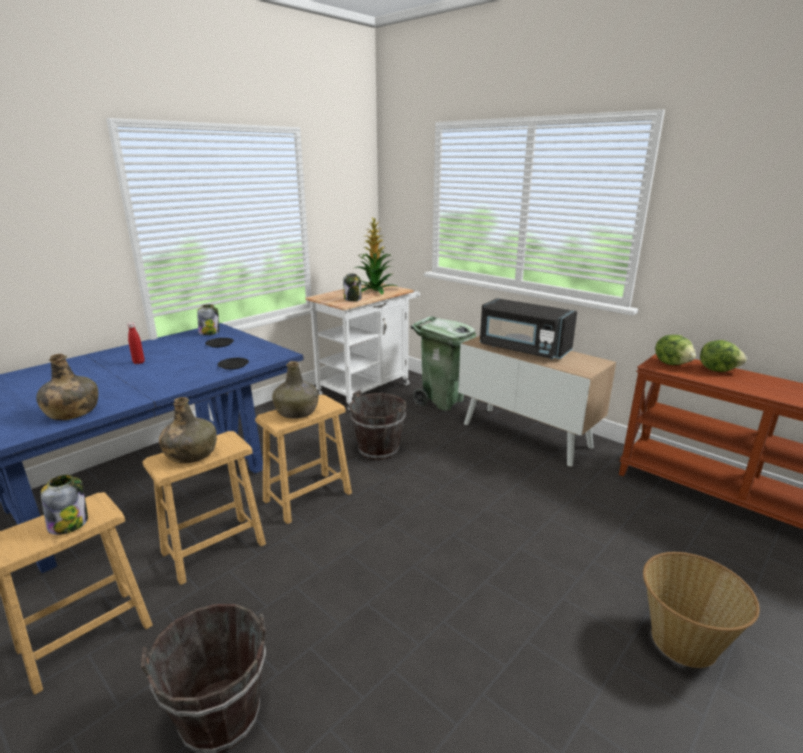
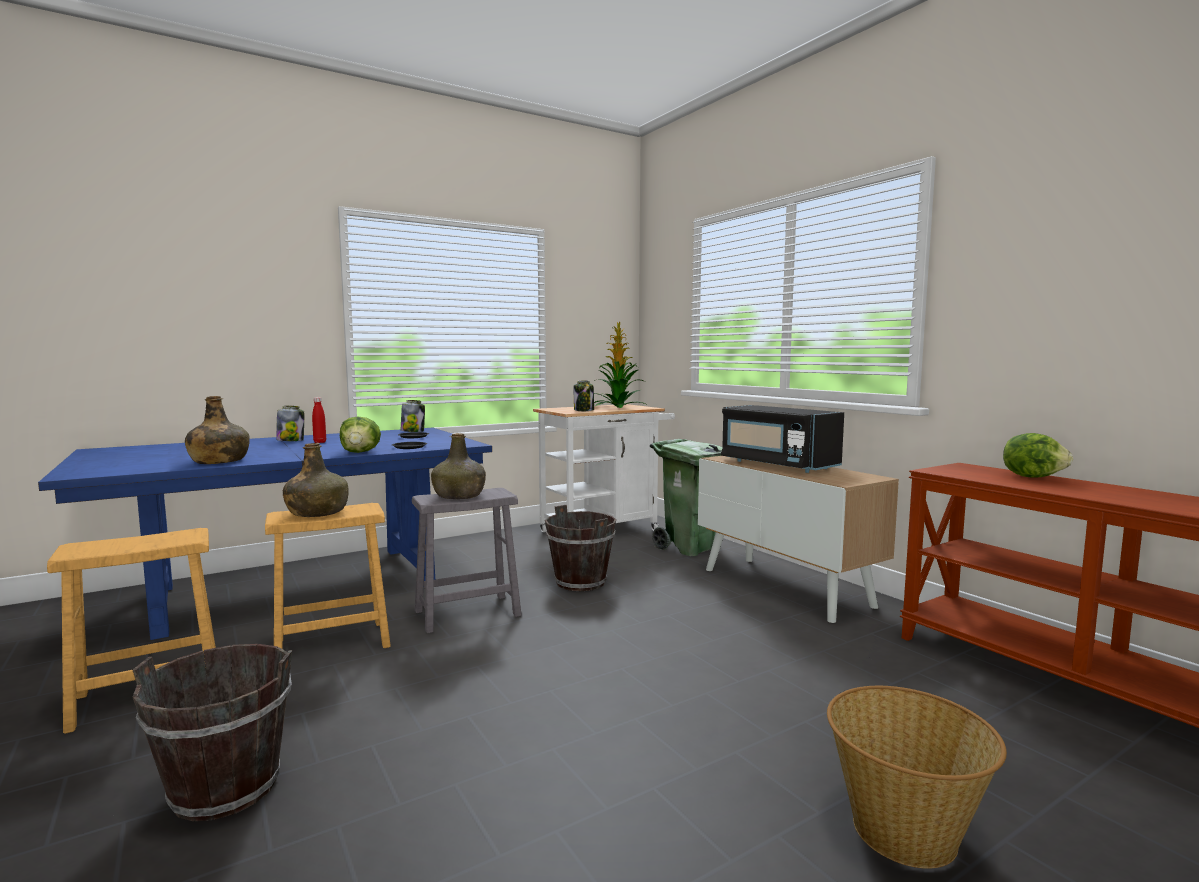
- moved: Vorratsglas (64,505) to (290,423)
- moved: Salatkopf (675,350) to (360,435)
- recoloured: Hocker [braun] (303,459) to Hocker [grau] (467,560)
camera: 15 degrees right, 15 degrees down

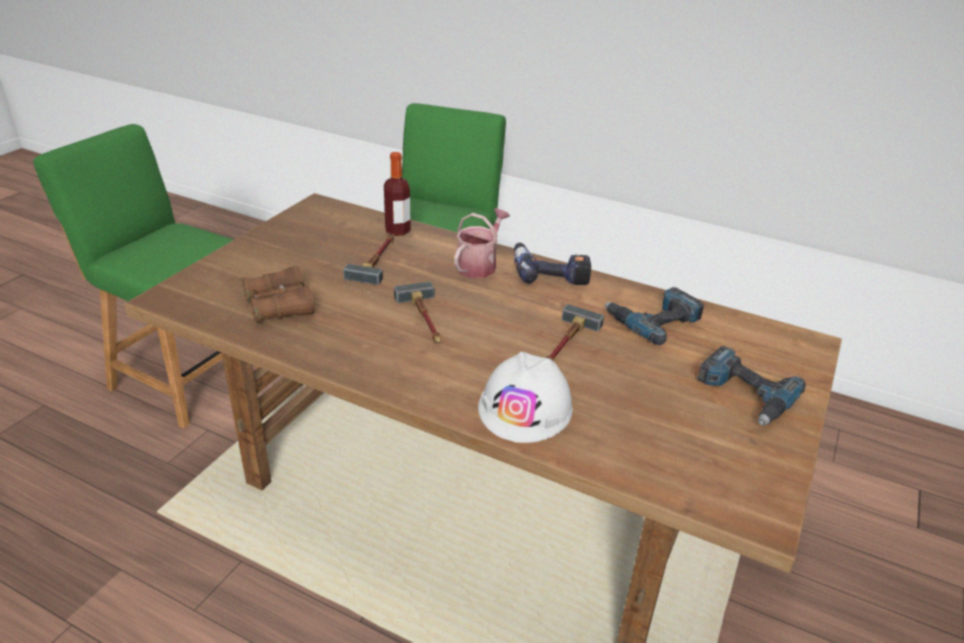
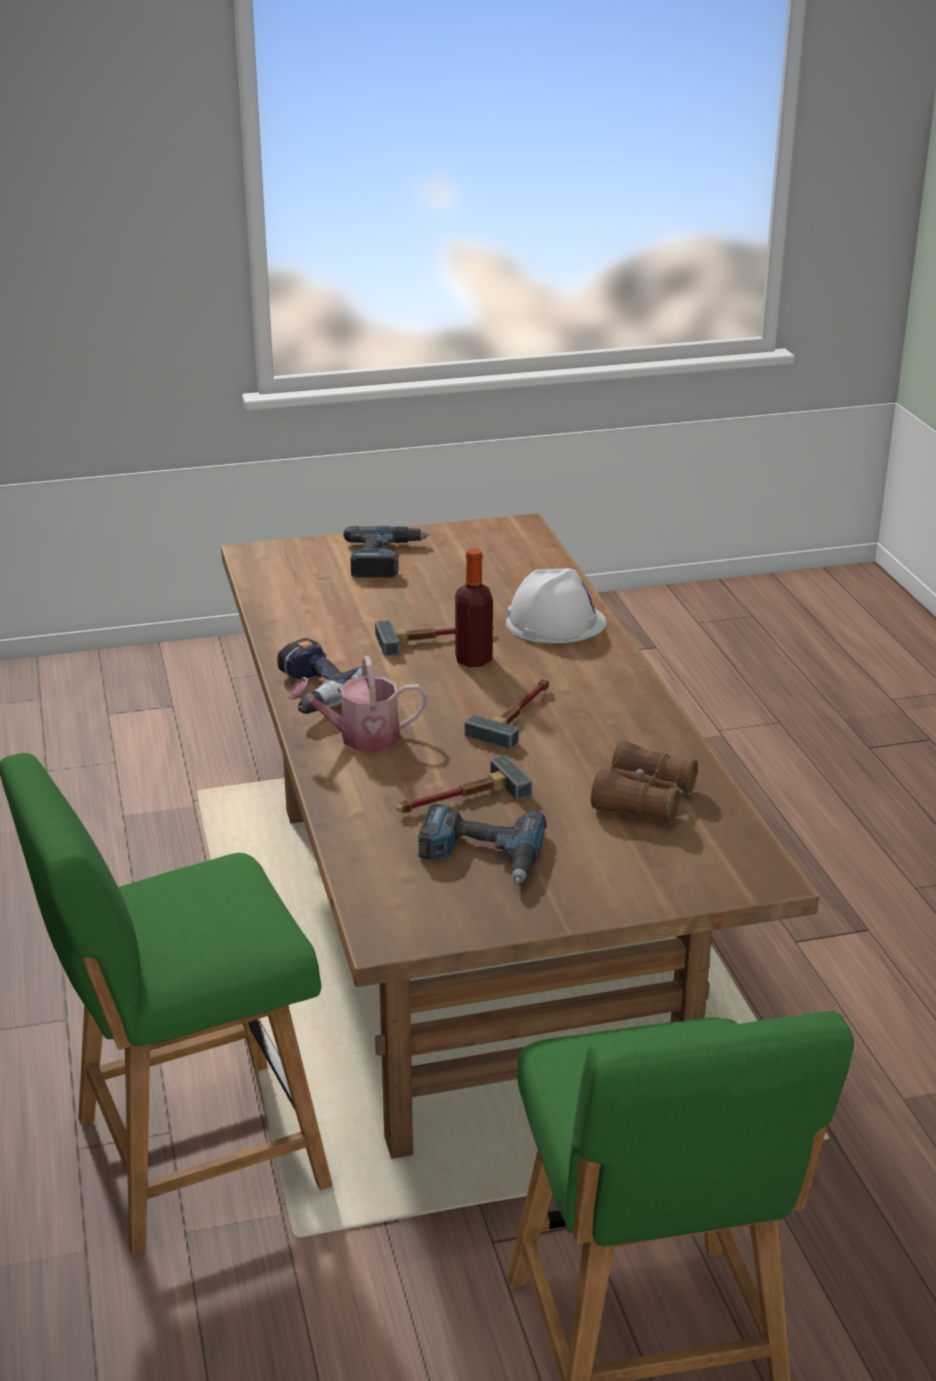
- moved: Flasche (397,194) to (474,607)
- moved: Bohrmaschine (654,316) to (482,843)
camera: 130 degrees left, 5 degrees down

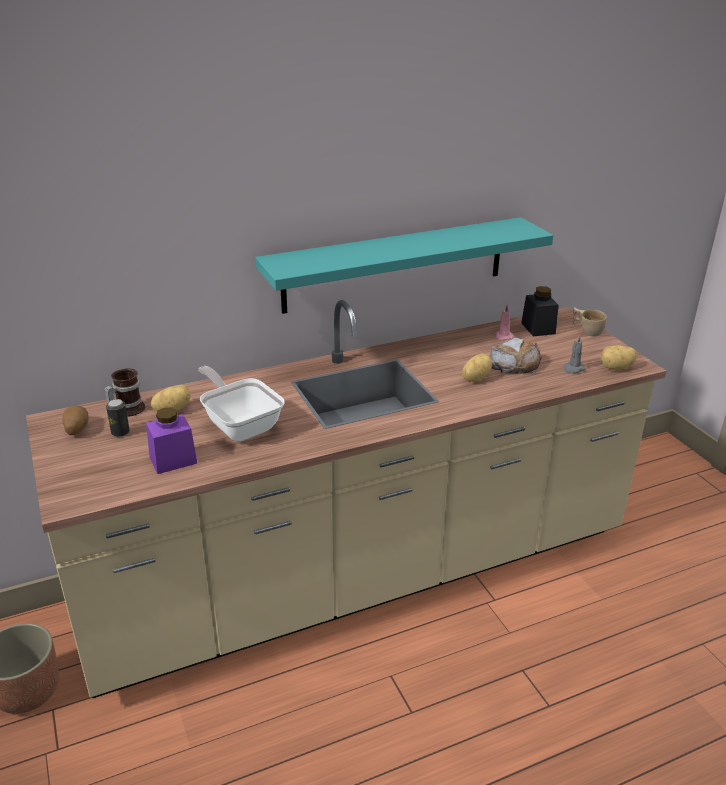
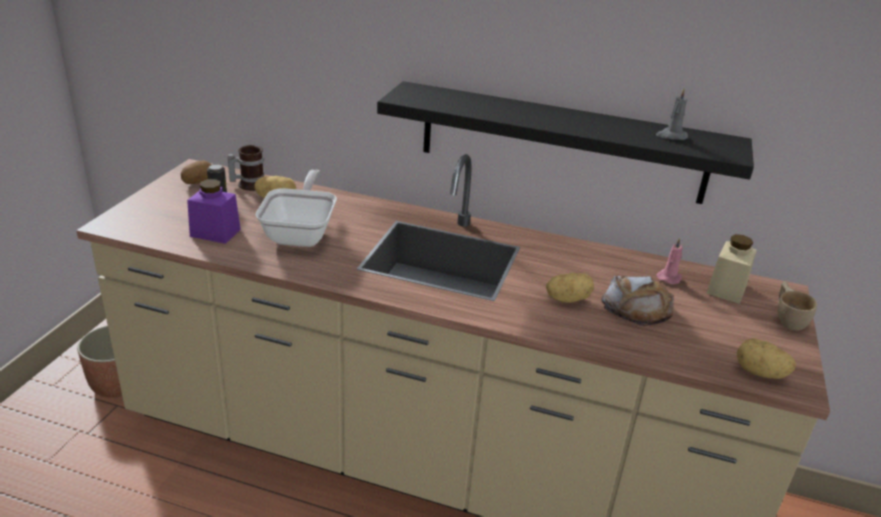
- moved: Kerze [grau] (575,354) to (672,114)
- recoloured: Wandregal [türkis] (404,265) to Wandregal [schwarz] (565,142)
- recoloured: Vorratsglas [schwarz] (540,311) to Vorratsglas [beige] (731,269)
camera: 40 degrees right, 0 degrees up

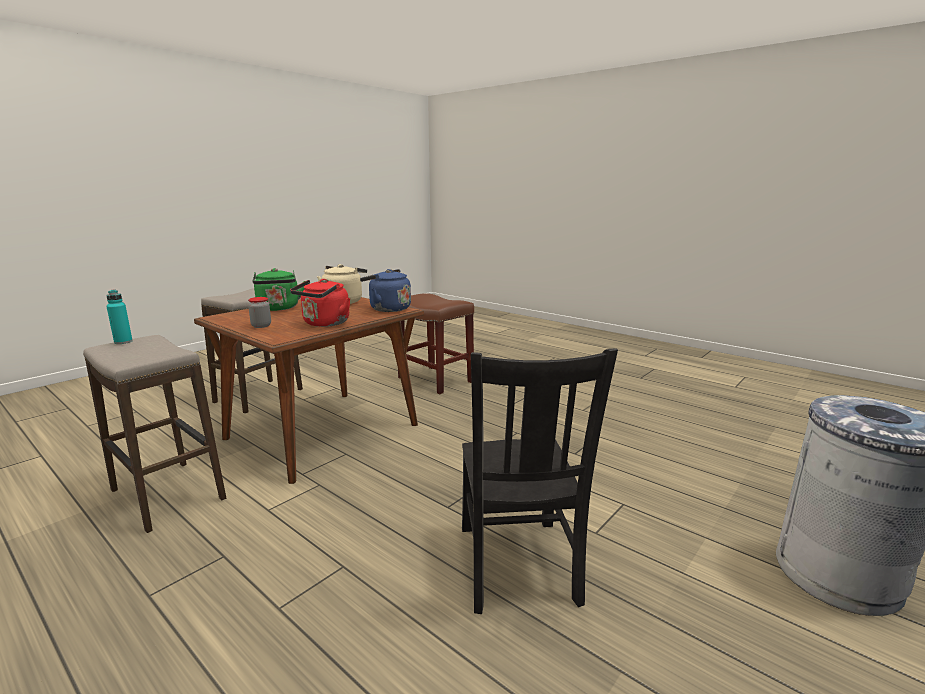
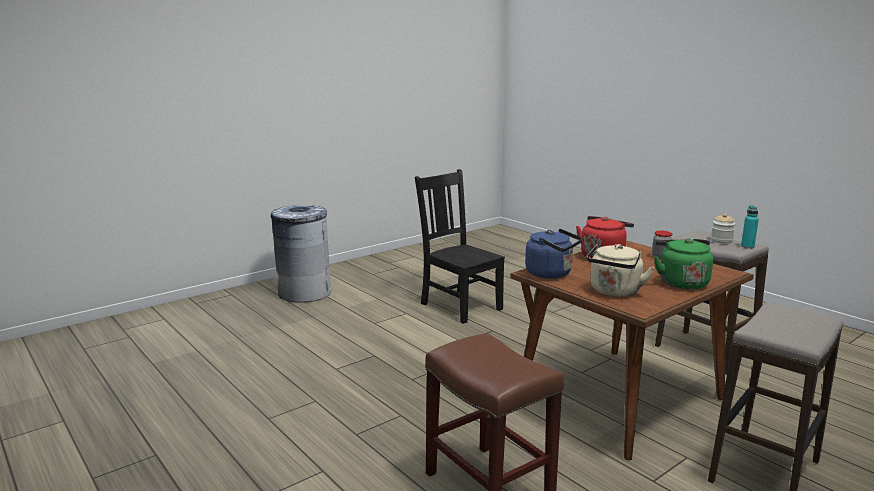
- added: Vorratsglas (723,228)
- turned: Stuhl [schwarz] (540,481) = (460,246) 45 degrees counterclockwise
camera: 170 degrees left, 0 degrees up

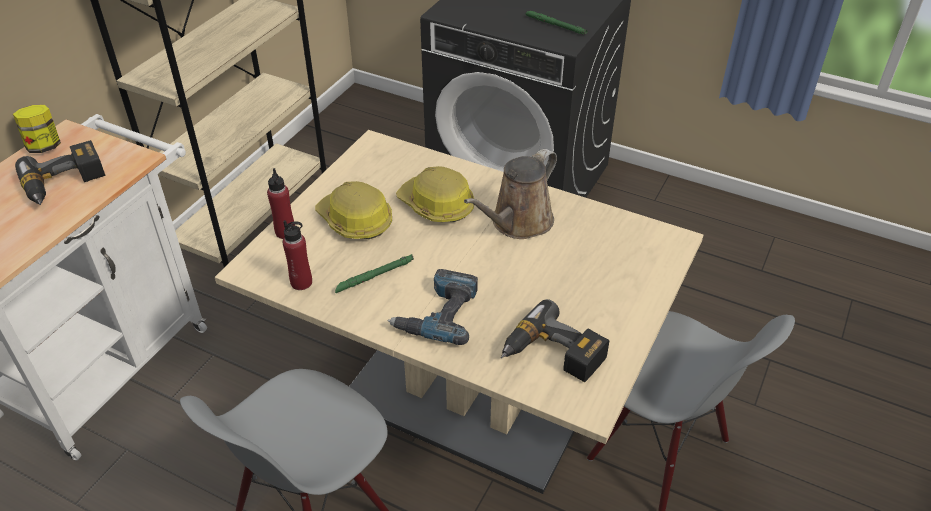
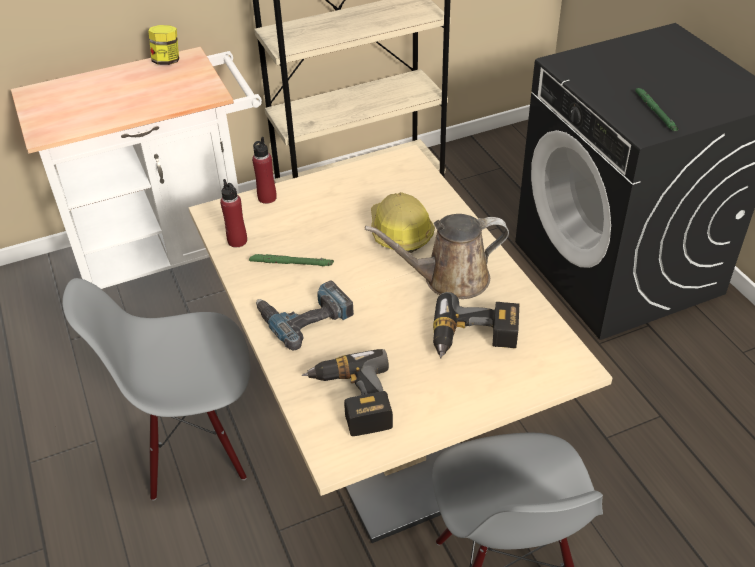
- removed: Schutzhelm (353,210)
- moved: Bohrmaschine (60,172) to (476,325)
camera: 40 degrees right, 0 degrees up

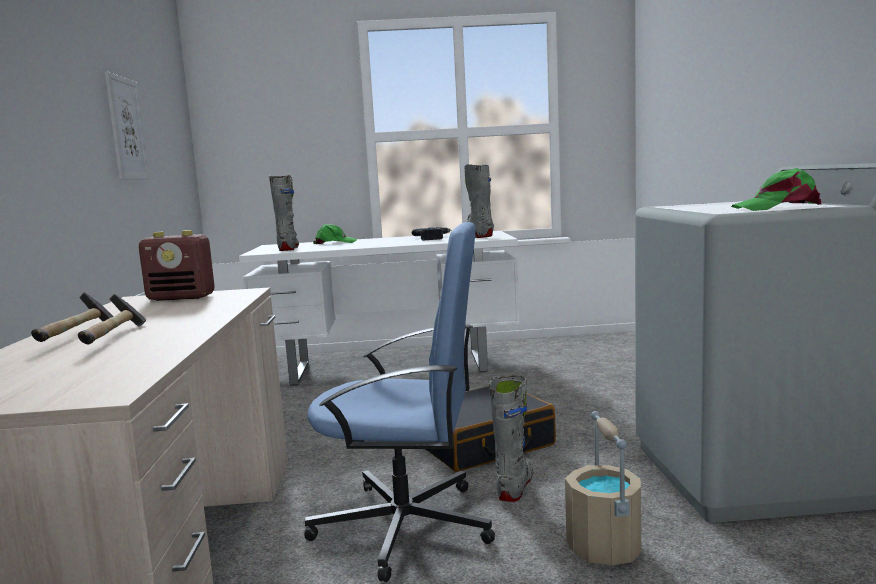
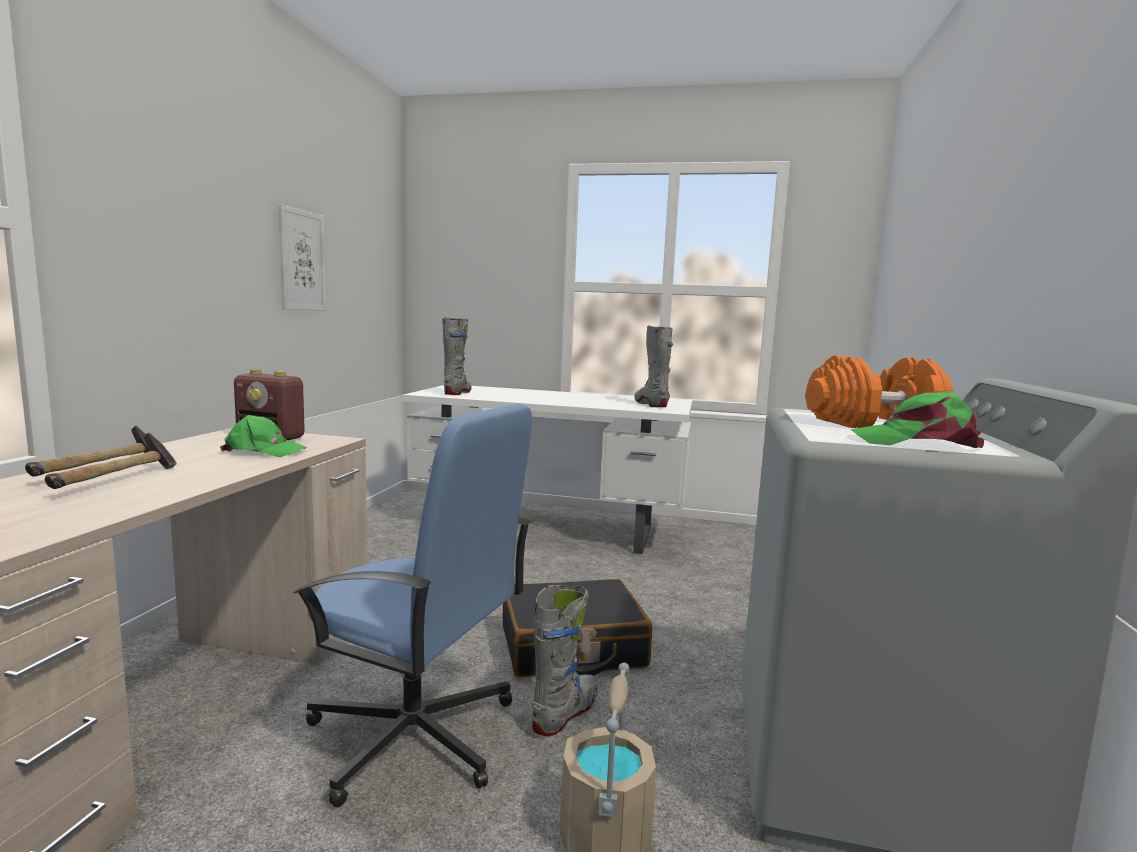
- removed: Bohrmaschine (431,234)
- added: Hantel [orange] (879,392)
- moved: Kappe [grün] (335,234) to (263,436)
camera: 15 degrees right, 0 degrees up

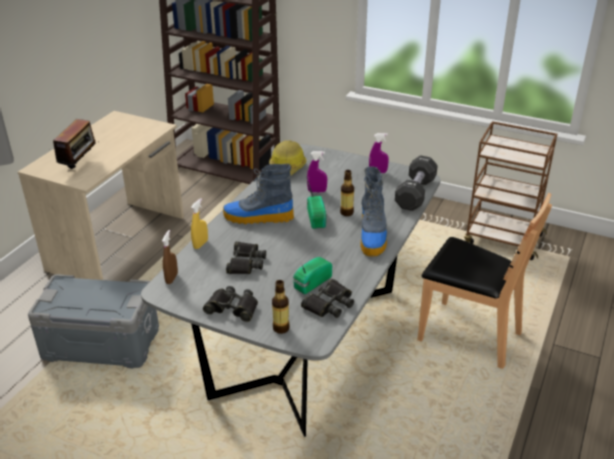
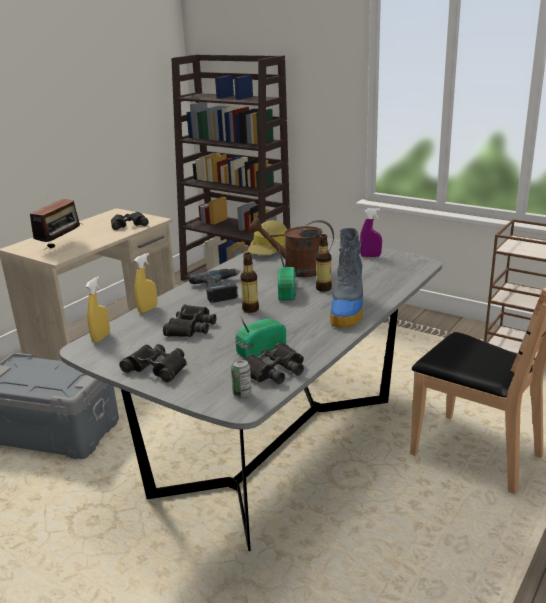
- removed: Hantel [schwarz] (416,183)
- added: Fernglas [schwarz] (130,221)
- added: Dose (241,378)
- moved: Flasche (281,307) to (250,283)
- replaced: Stiefel (258,194) to Bohrmaschine (215,286)
- replaced: Sprühflasche [lila] (317,171) to Gießkanne [braun] (291,247)
- recoloured: Sprühflasche [braun] (170,257) to Sprühflasche [gelb] (97,310)
camera: 10 degrees right, 10 degrees down

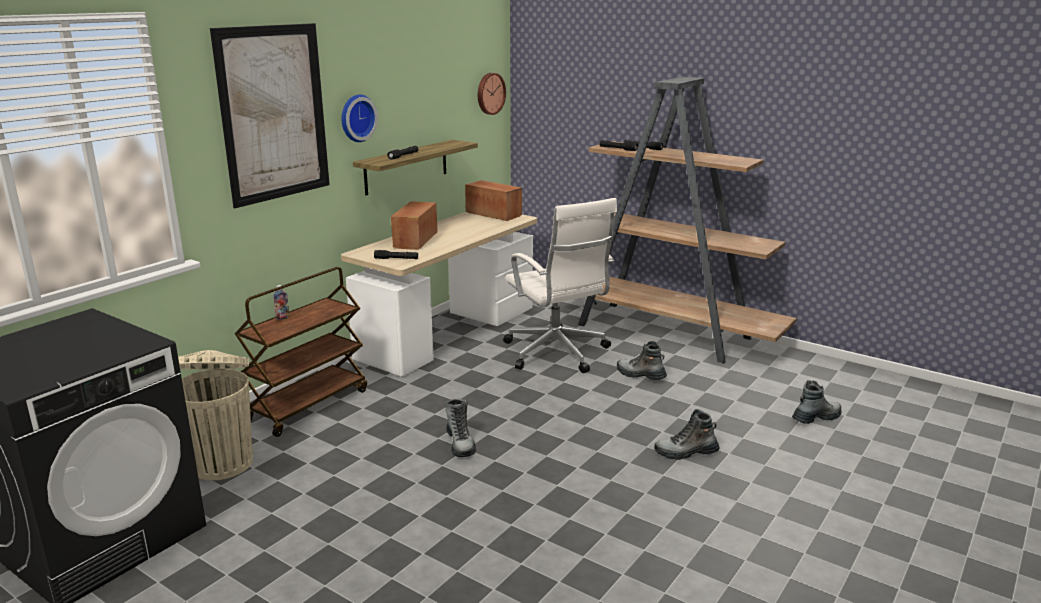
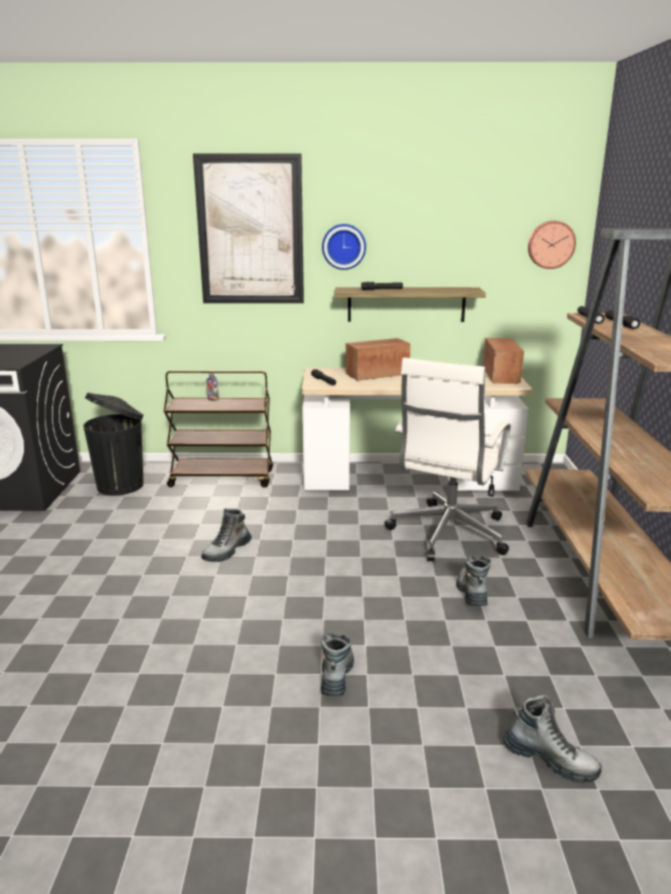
- recoloured: Mülleimer [beige] (215,415) to Mülleimer [schwarz] (113,444)
- turned: Stiefel (687,434) = (337,664) 45 degrees clockwise
camera: 55 degrees right, 0 degrees up

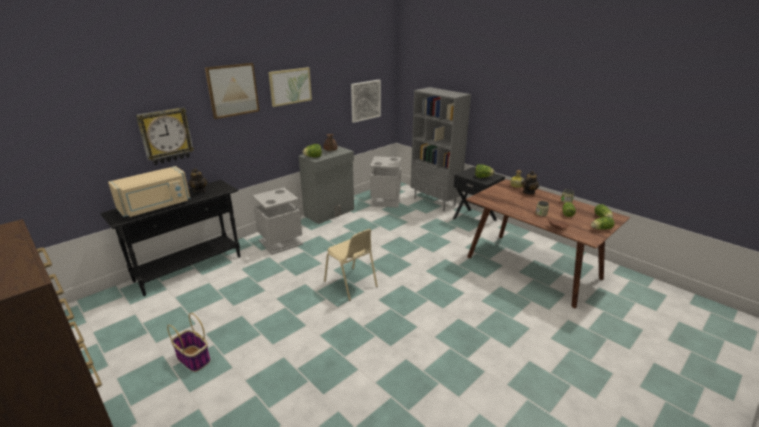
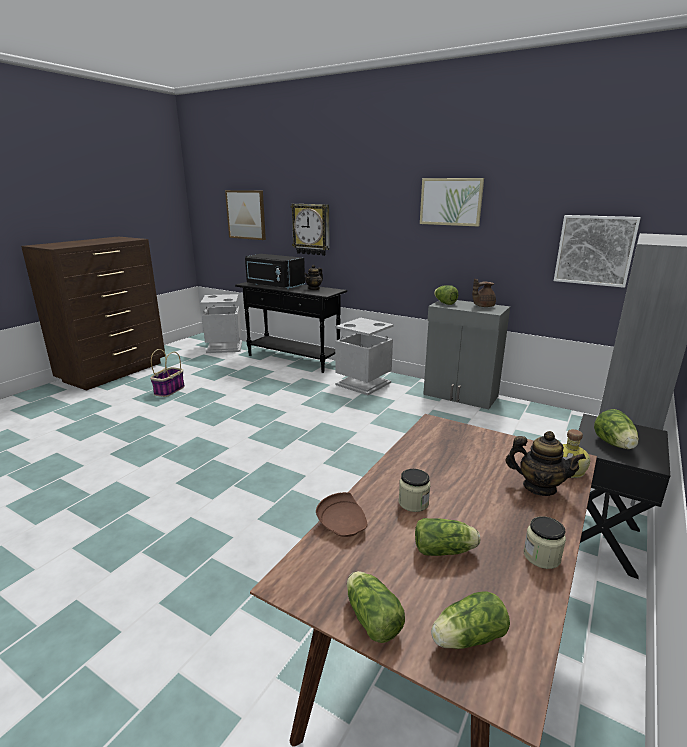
- removed: Stuhl [beige] (351,265)
- moved: Bild (232,91) to (245,215)
- moved: Mülleimer [grau] (386,182) to (221,323)
- recoloured: Mikrowelle [beige] (149,191) to Mikrowelle [schwarz] (275,271)
camera: 75 degrees right, 5 degrees down

